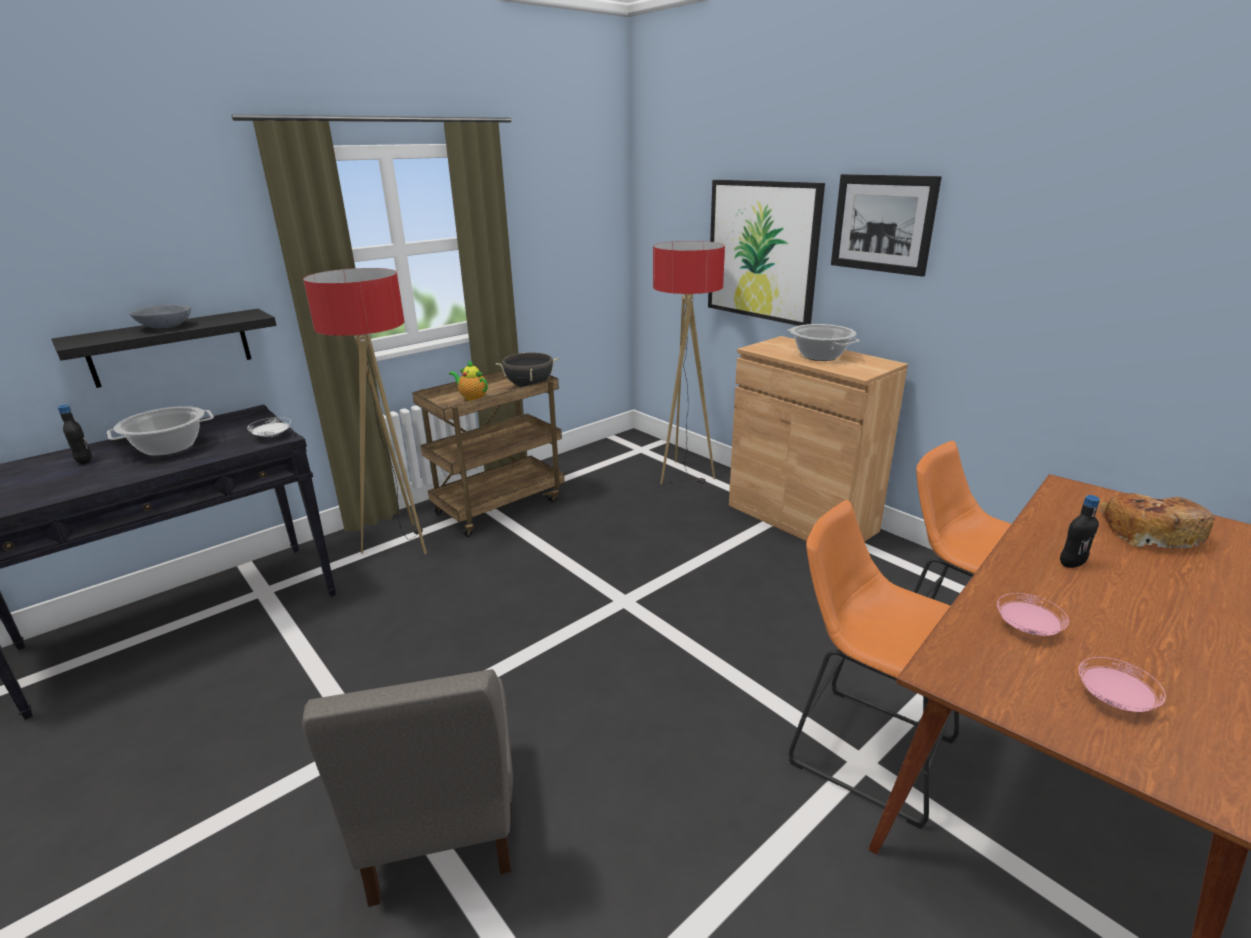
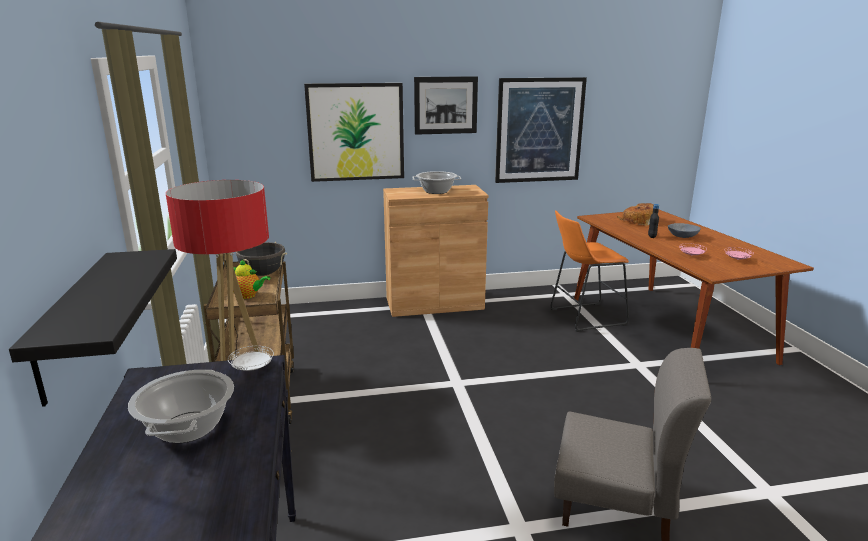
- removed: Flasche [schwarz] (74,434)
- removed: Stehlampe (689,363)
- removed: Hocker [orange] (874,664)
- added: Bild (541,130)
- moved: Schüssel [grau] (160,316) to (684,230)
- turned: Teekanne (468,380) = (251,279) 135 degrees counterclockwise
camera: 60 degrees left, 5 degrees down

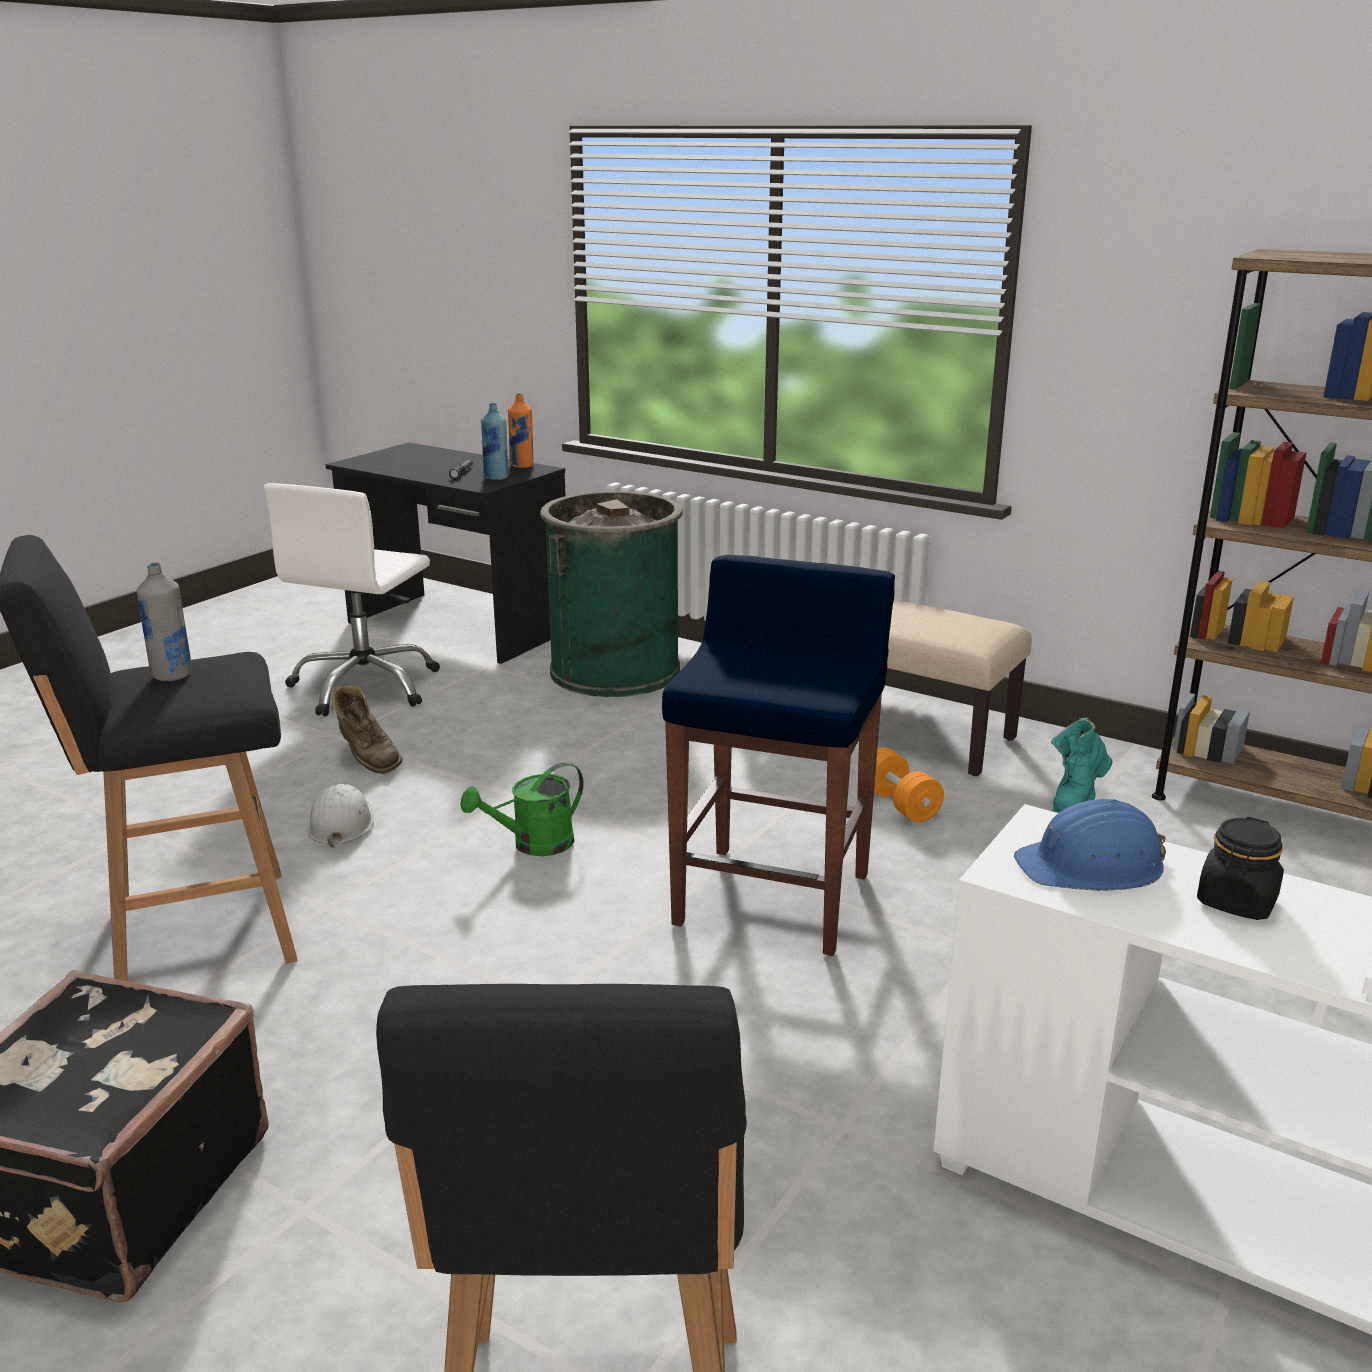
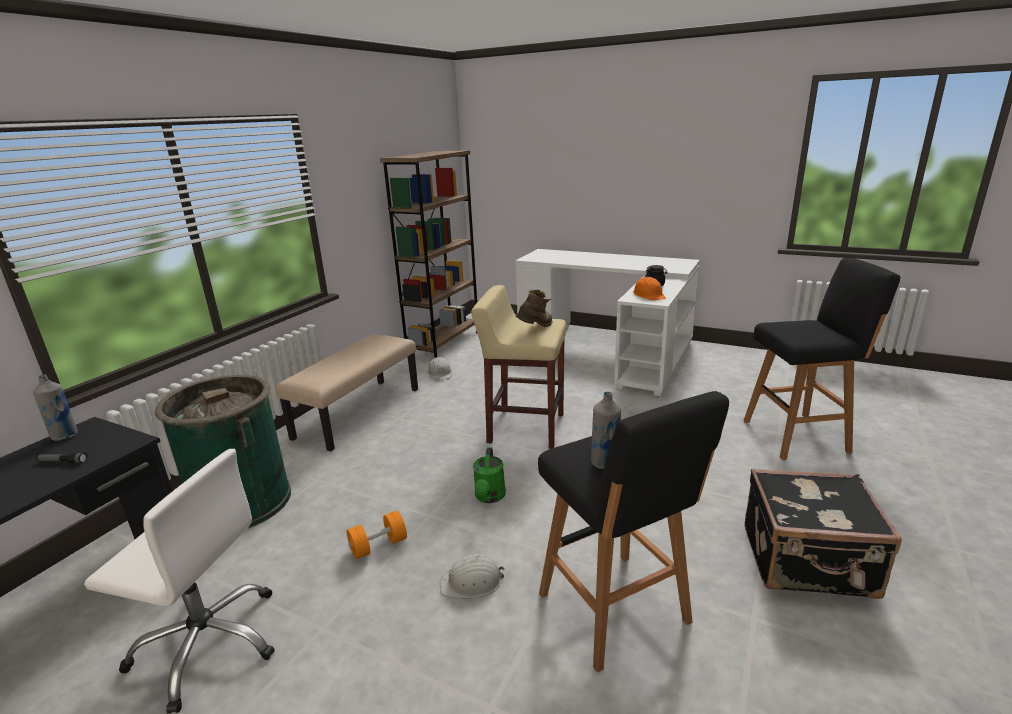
- removed: Flasche [blau] (494,441)
- moved: Stiefel [braun] (367,729) to (534,308)
- moved: Hantel [orange] (909,785) to (377,534)
- replaced: Stiefel [türkis] (1081,765) to Schutzhelm [weiß] (439,368)
- recoloured: Flasche [orange] (520,431) to Flasche [grau] (55,407)
- recoloured: Hocker [blau] (778,755) to Hocker [beige] (518,367)
- recoloured: Schutzhelm [blau] (1090,844) to Schutzhelm [orange] (649,288)
- turned: Gießkanne [grün] (522,809) = (489,475) 45 degrees clockwise
camera: 95 degrees left, 0 degrees up

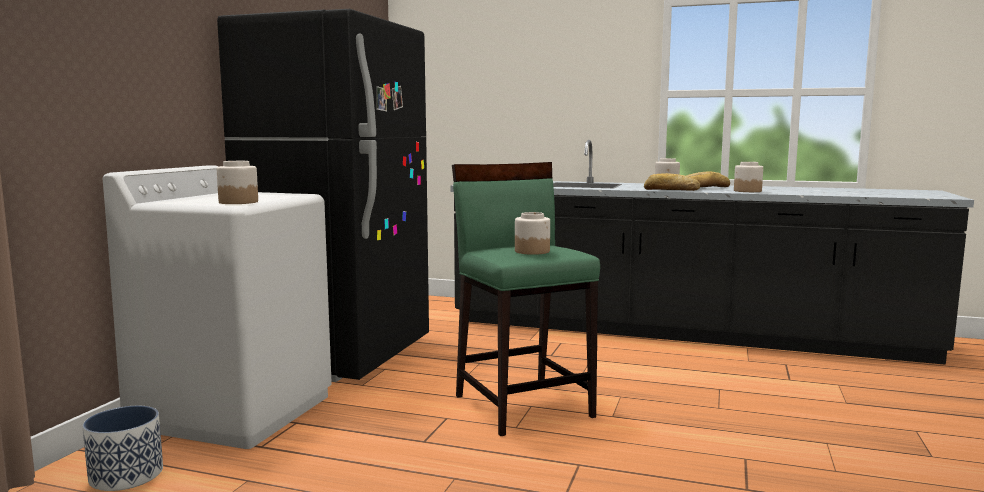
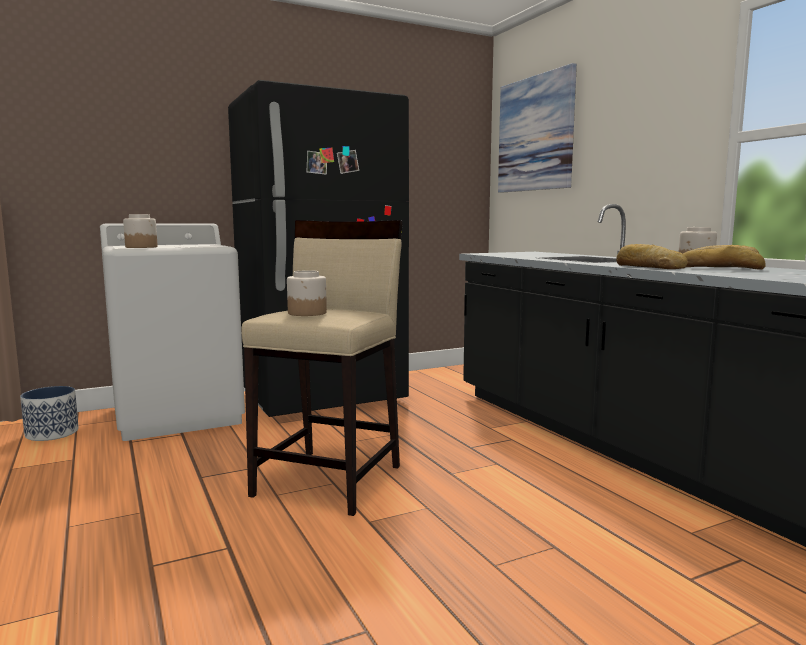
- removed: Vorratsglas (748,177)
- added: Bild (537,128)
- recoloured: Hocker [grün] (526,299) to Hocker [beige] (322,368)
camera: 45 degrees right, 0 degrees up

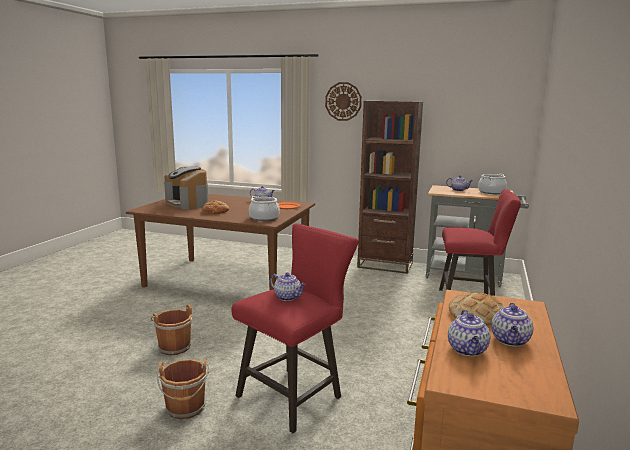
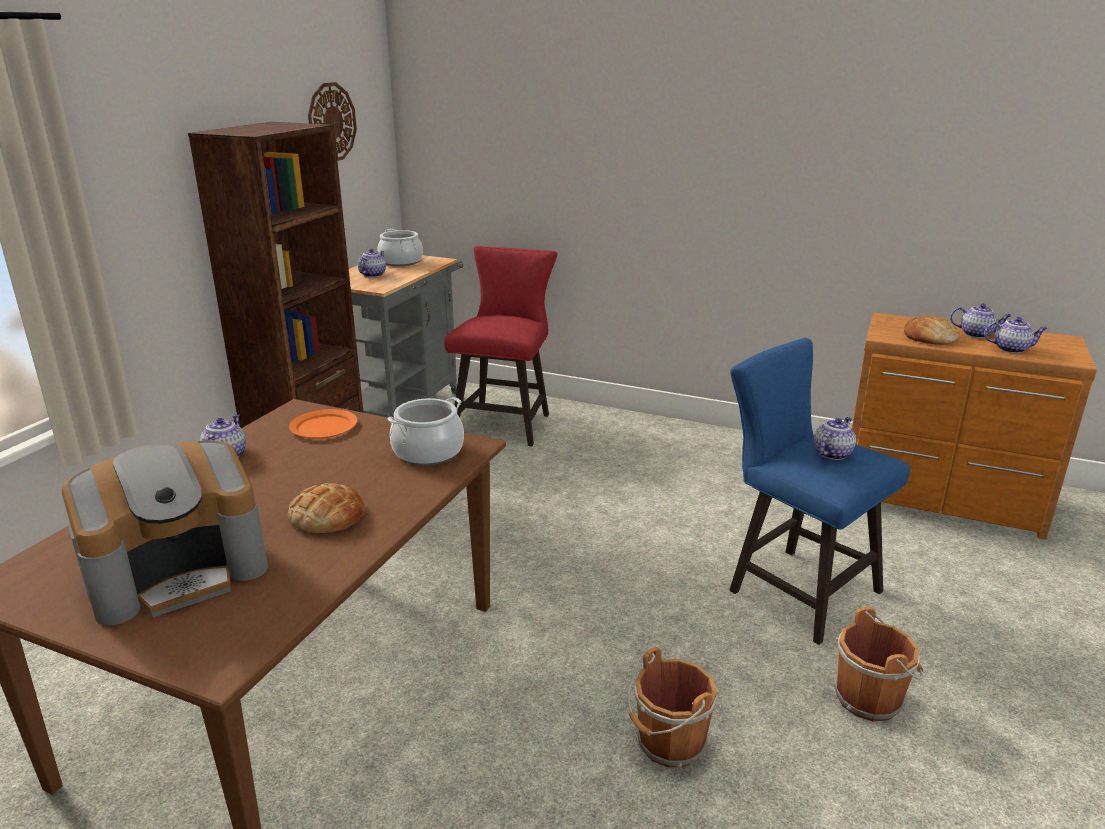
- moved: Wanduhr (343,101) to (332,121)
- recoloured: Hocker [rot] (295,328) to Hocker [blau] (820,491)
camera: 85 degrees left, 10 degrees up

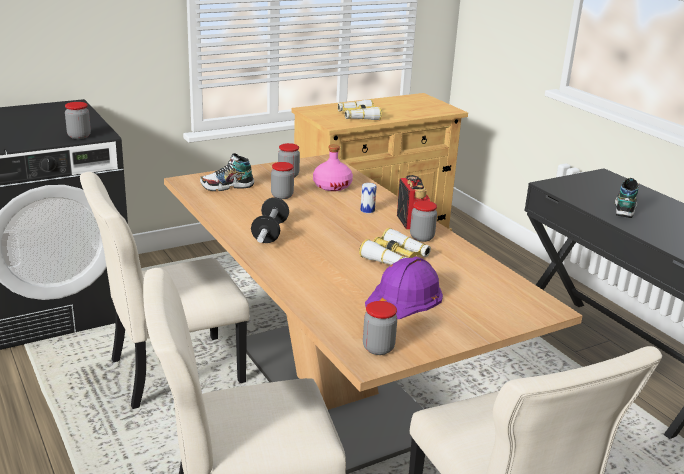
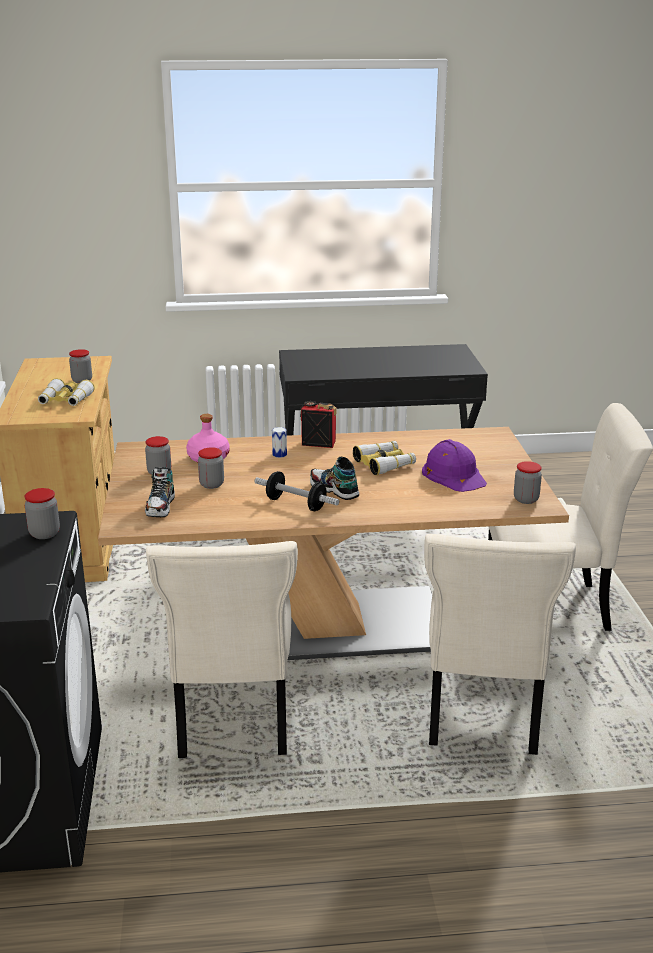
- moved: Vorratsglas (423,221) to (80,366)
- moved: Schuh (627,198) to (334,478)
camera: 65 degrees left, 0 degrees up

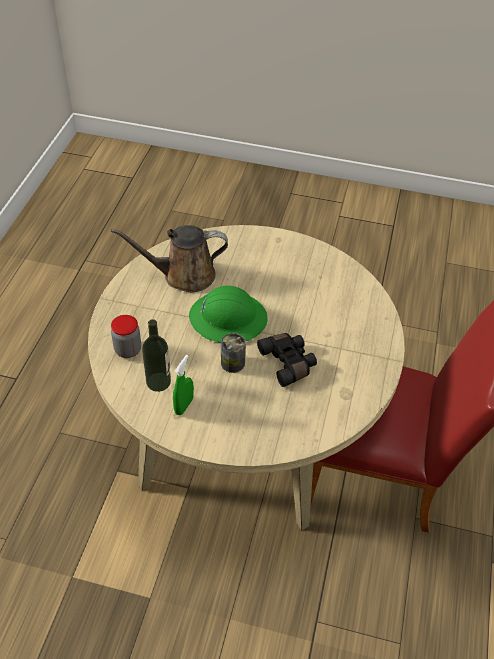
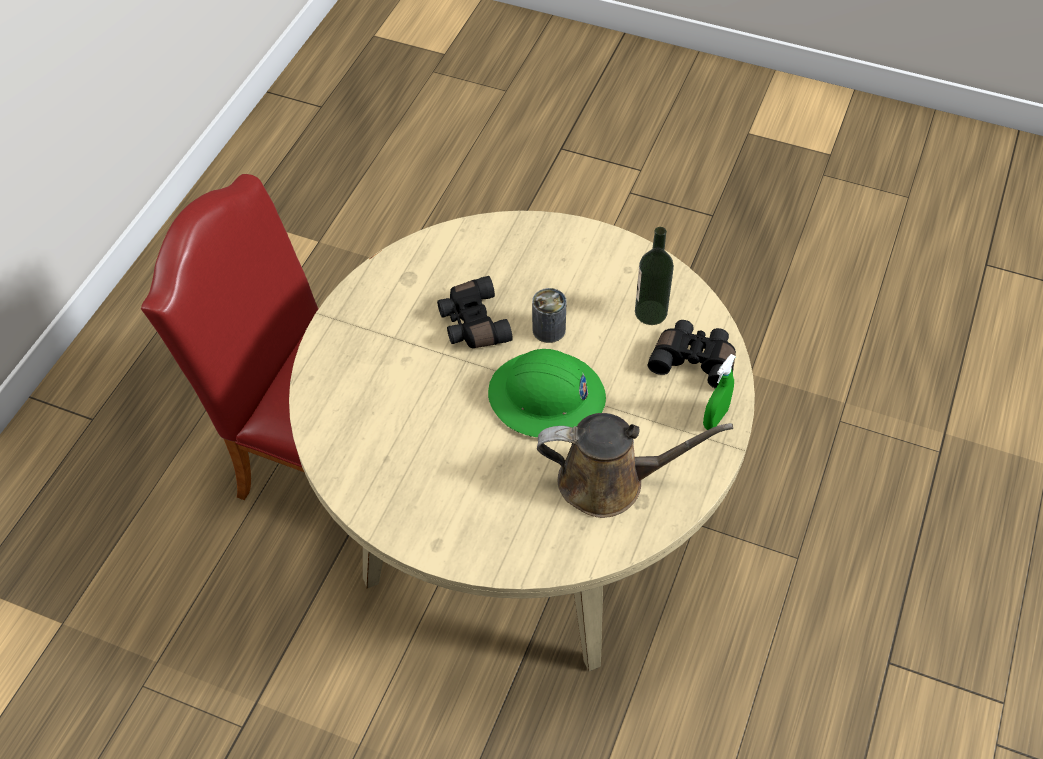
- moved: Sprühflasche [grün] (183,385) to (719,392)
- replaced: Vorratsglas (126,336) to Fernglas [schwarz] (692,354)
camera: 170 degrees left, 5 degrees up

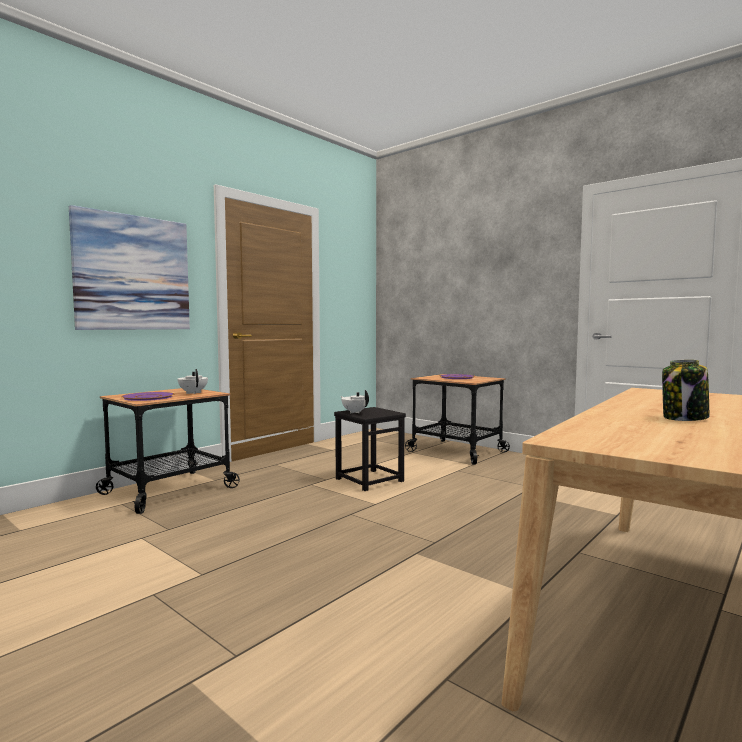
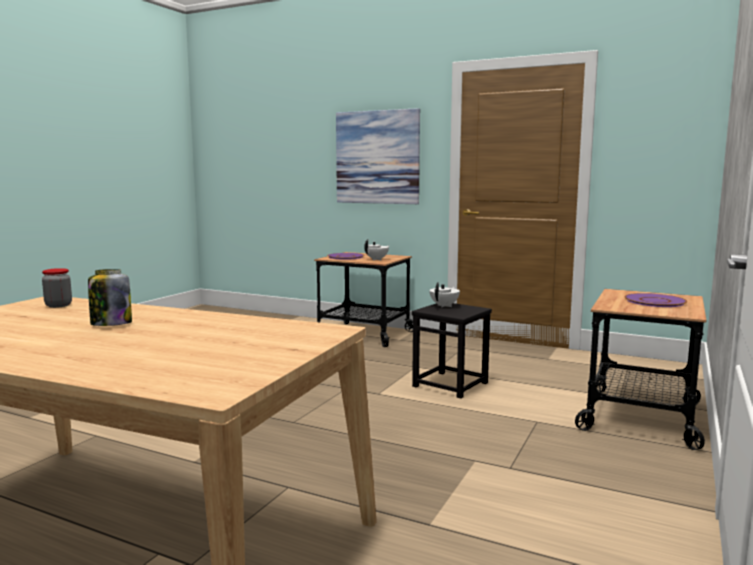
- added: Vorratsglas (57,288)
camera: 75 degrees right, 5 degrees up

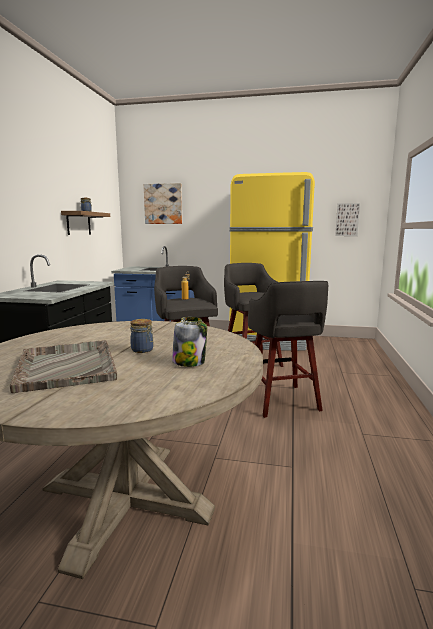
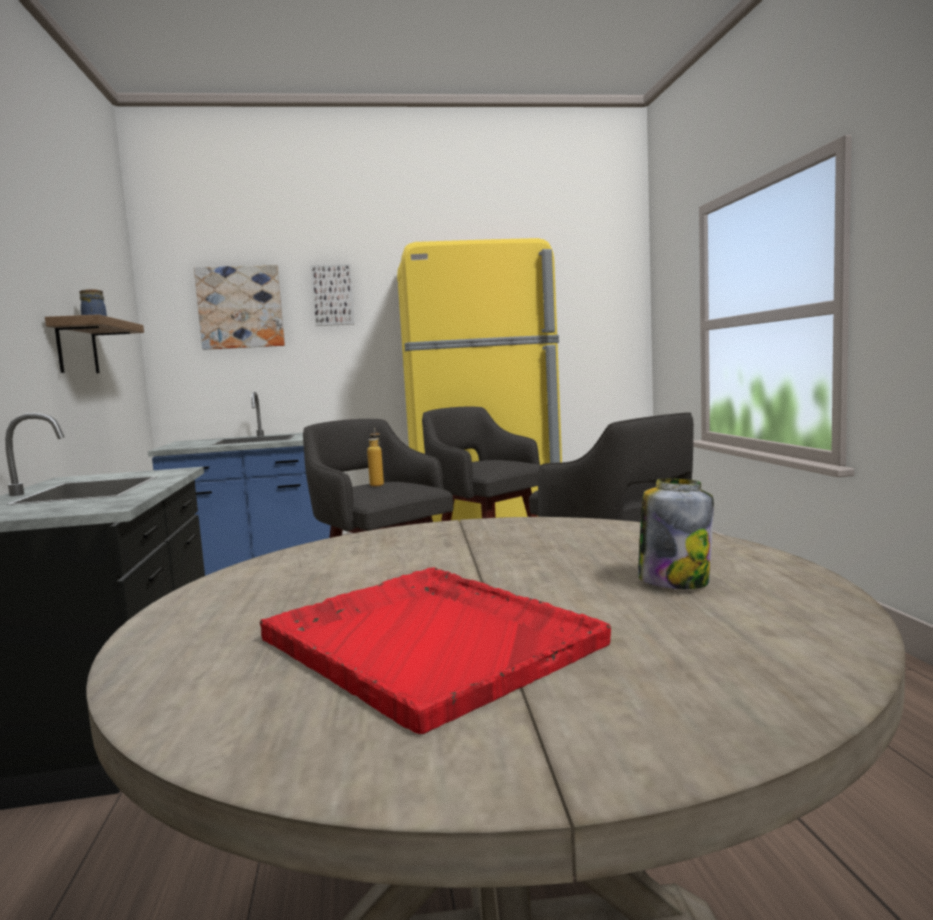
- removed: Vorratsglas (141,336)
- moved: Bild (347,219) to (332,295)
- recoloured: Tablett [grau] (63,366) to Tablett [rot] (435,650)
camera: 20 degrees left, 5 degrees down

